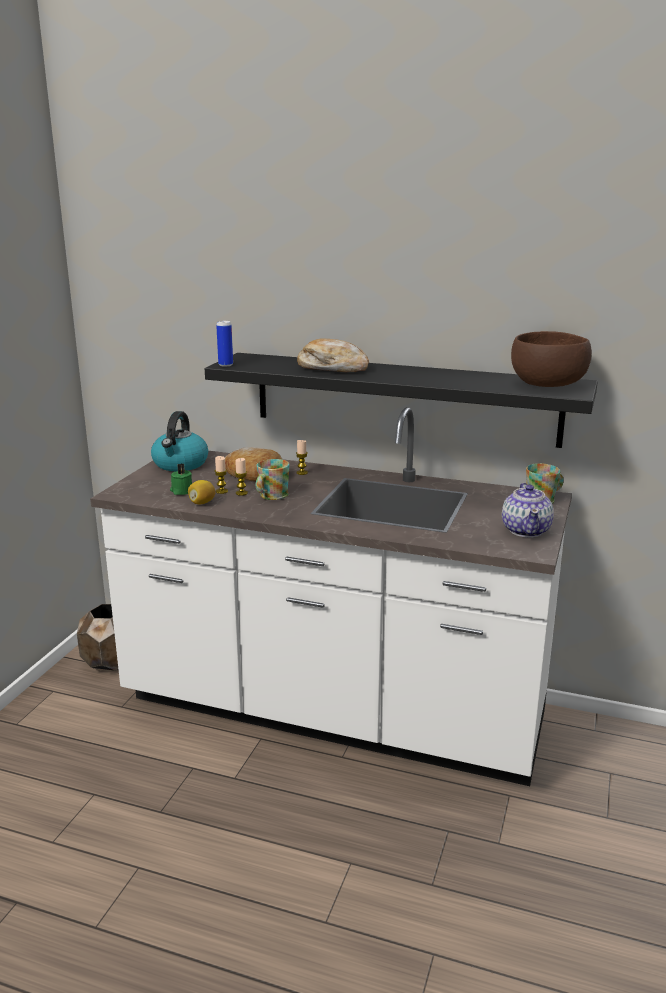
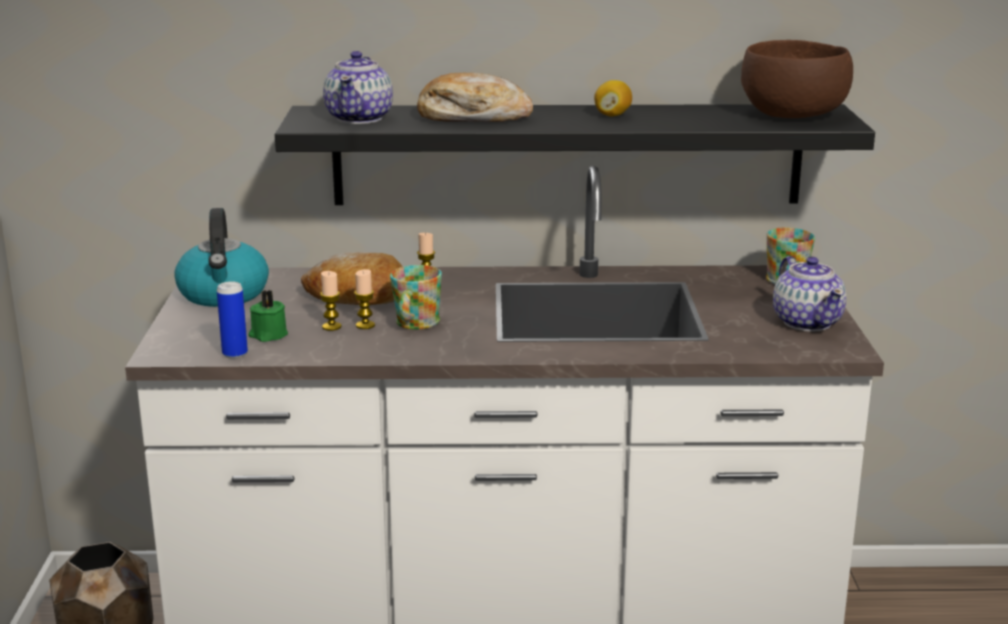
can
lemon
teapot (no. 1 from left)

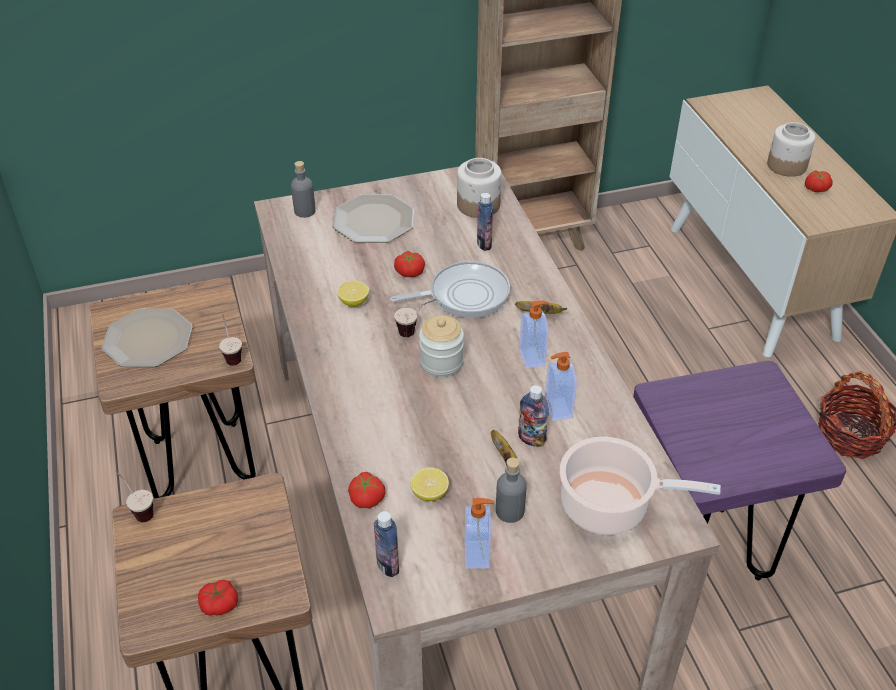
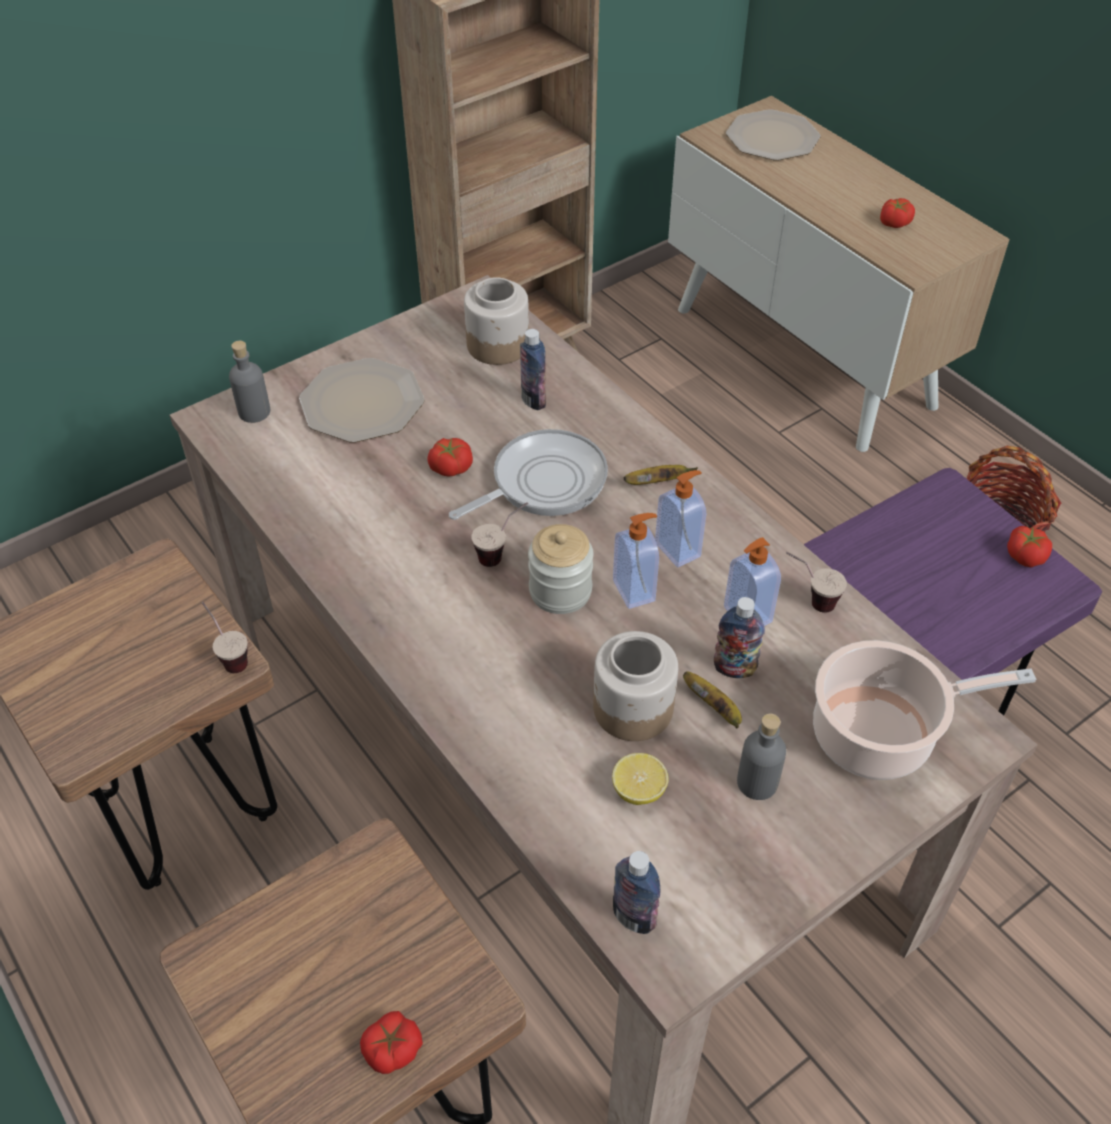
jar (no. 3 from left)
lemon (no. 1 from left in the first image)
plate (no. 2 from left)
cup (no. 3 from left)
tomato (no. 4 from left)
soap dispenser (no. 1 from left)

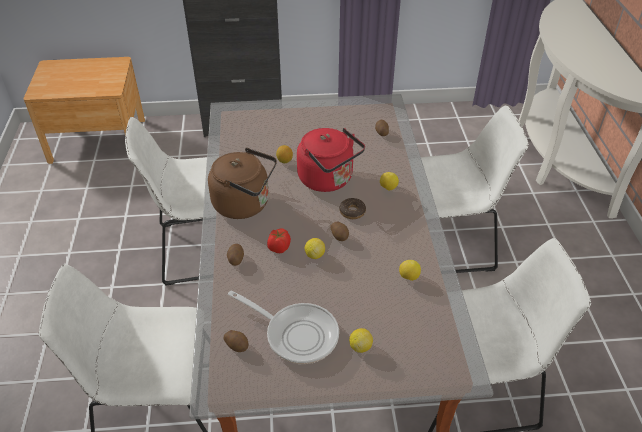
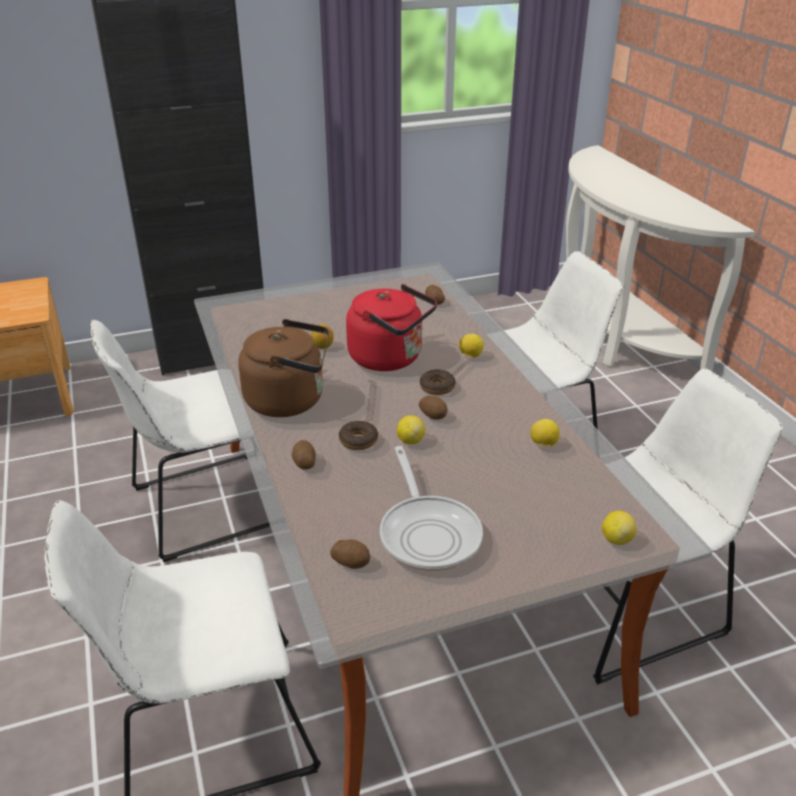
donut (no. 1 from left)
frying pan
lemon (no. 5 from left)

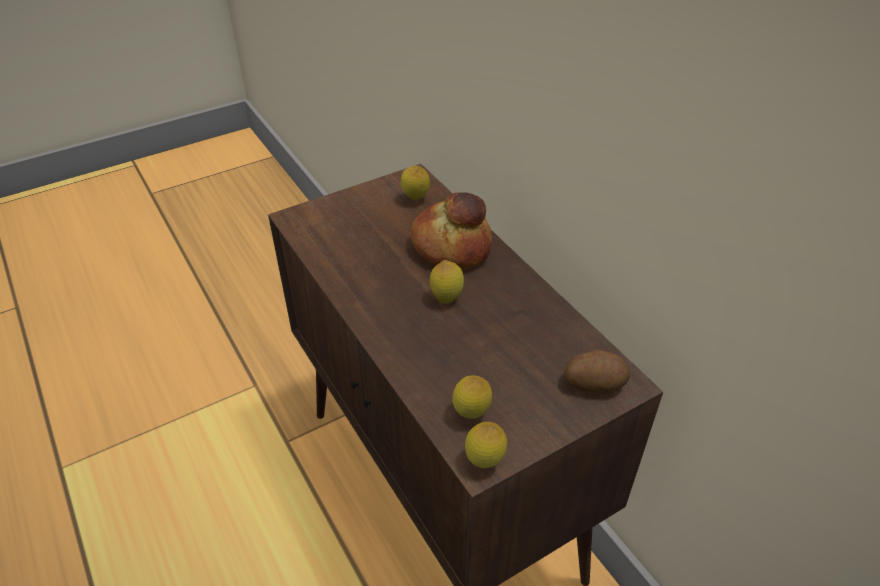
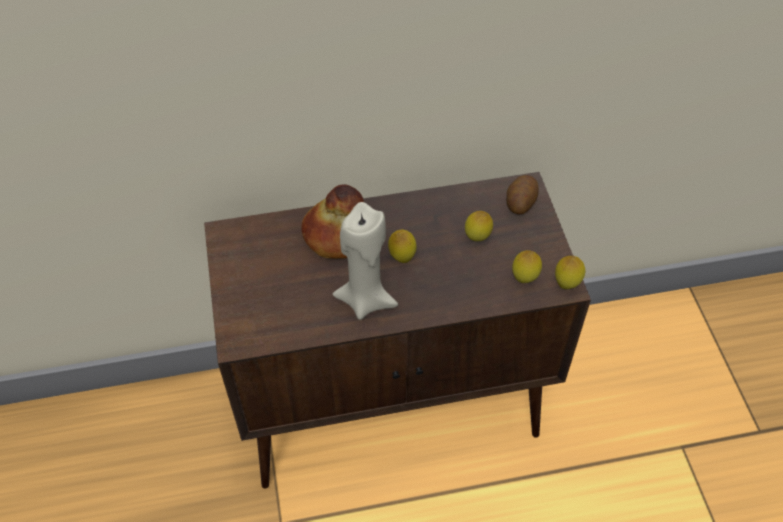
lemon (no. 2 from left)
candle (beige)

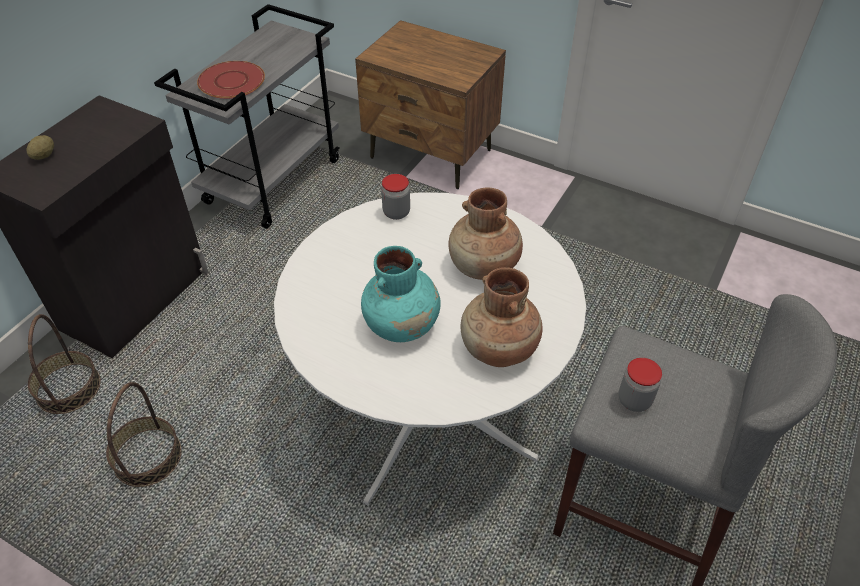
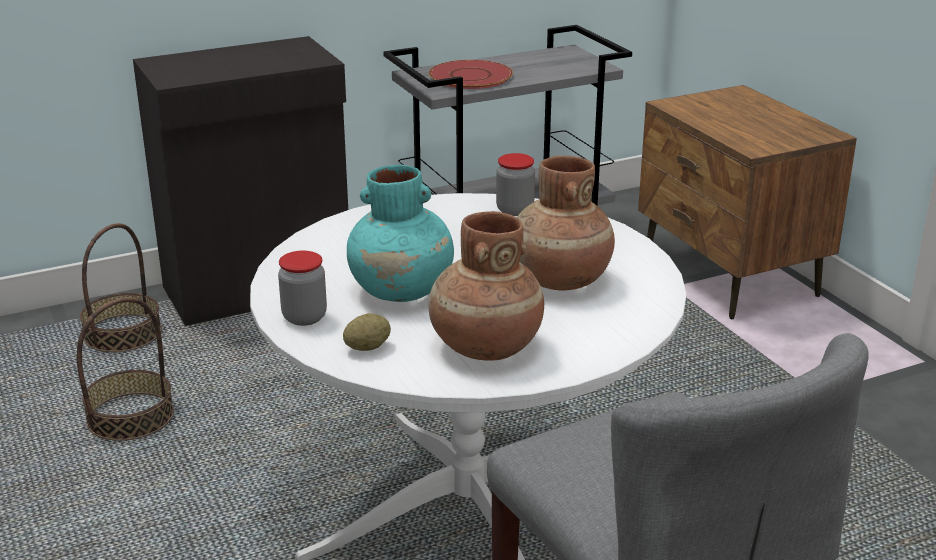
potato
jar (no. 1 from left)

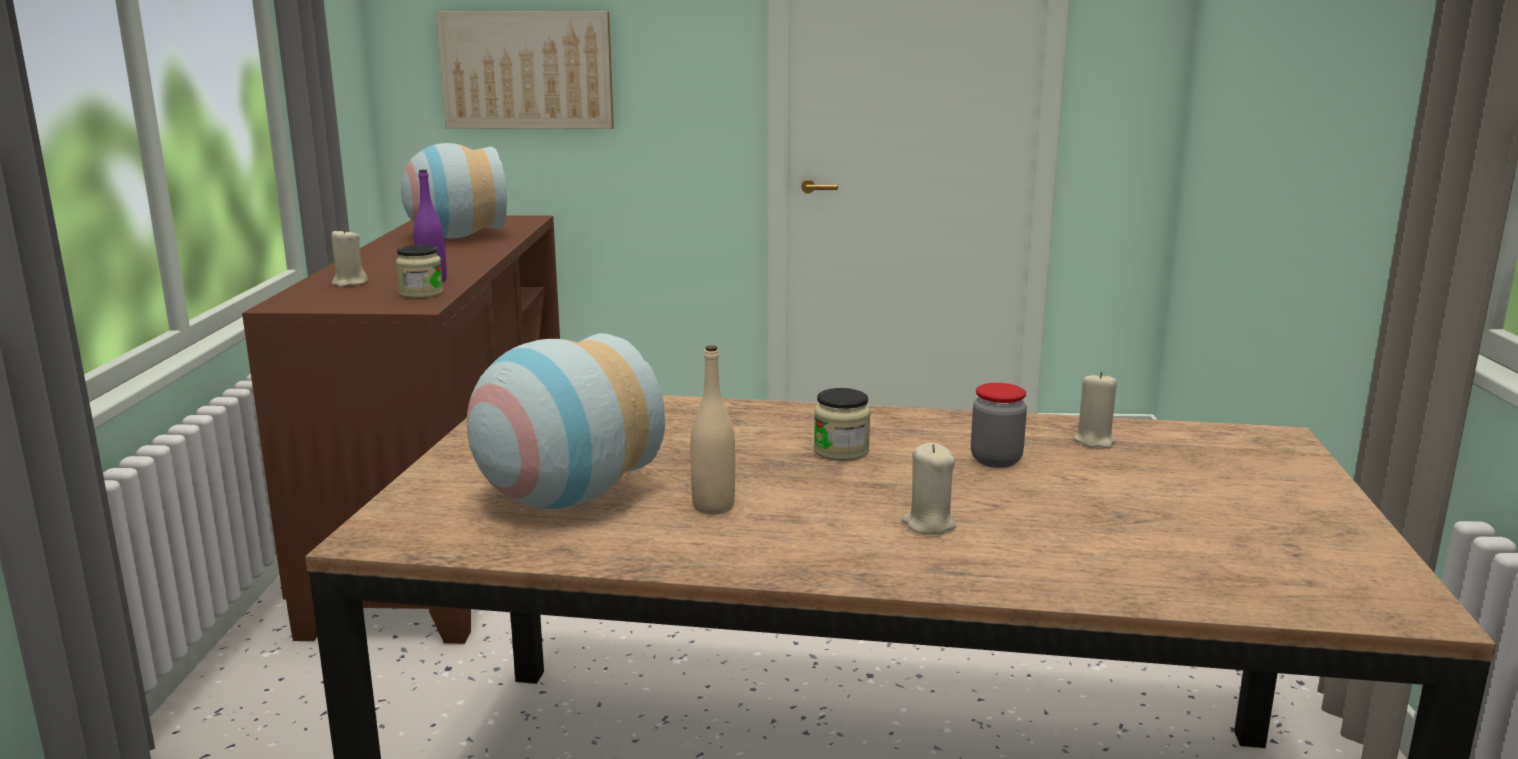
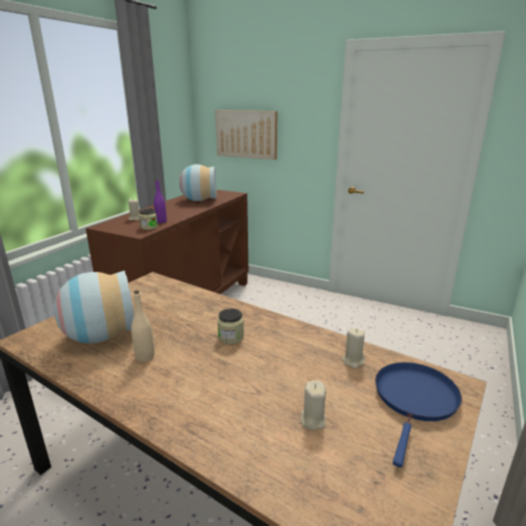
jar (no. 3 from left in the first image)
candle (beige) (no. 2 from left)
frying pan (blue)

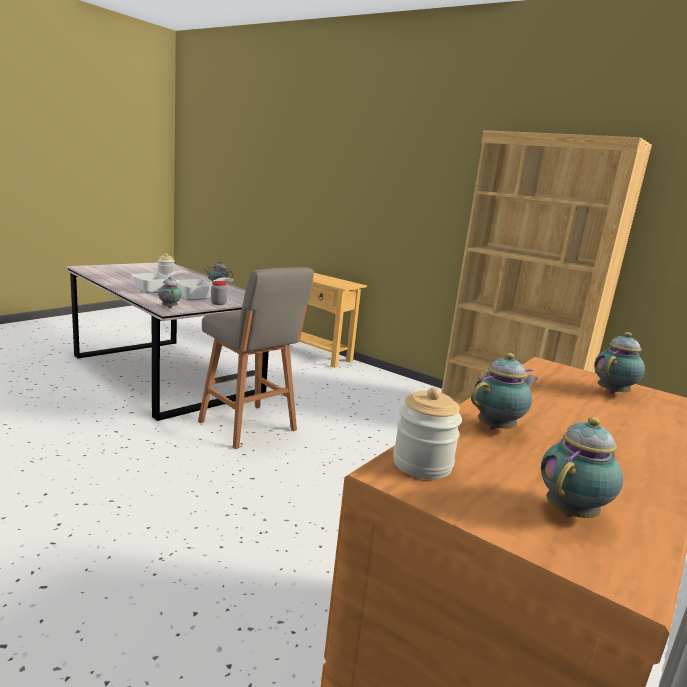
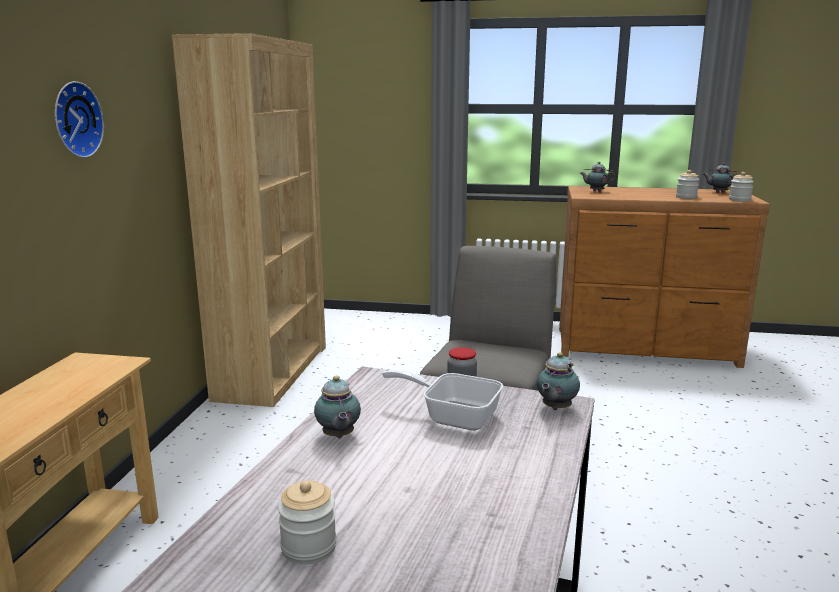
frying pan (no. 1 from left in the first image)
jar (no. 3 from left)
wall clock

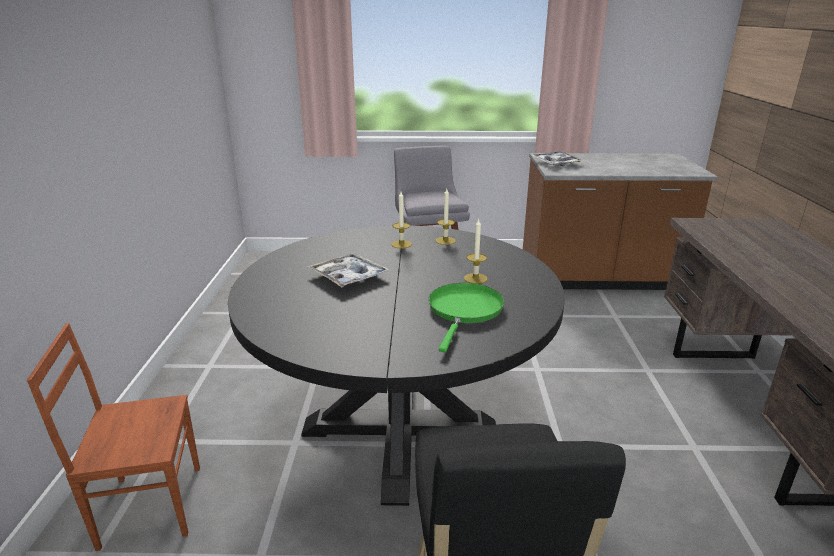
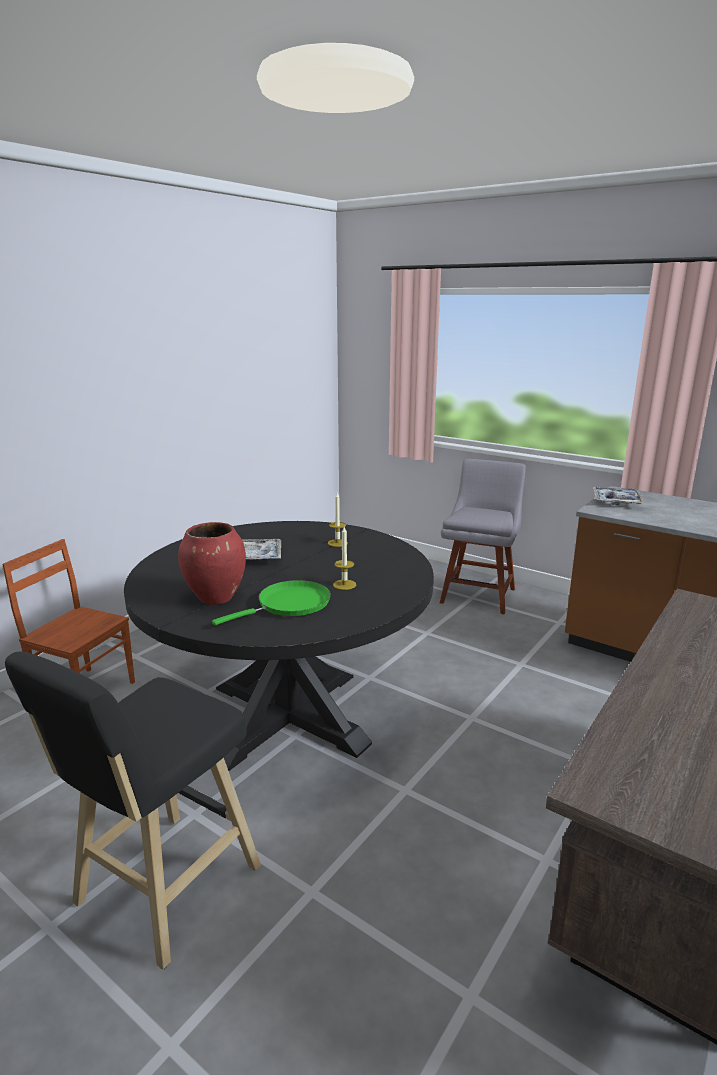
candle (no. 2 from left in the first image)
vase (red)

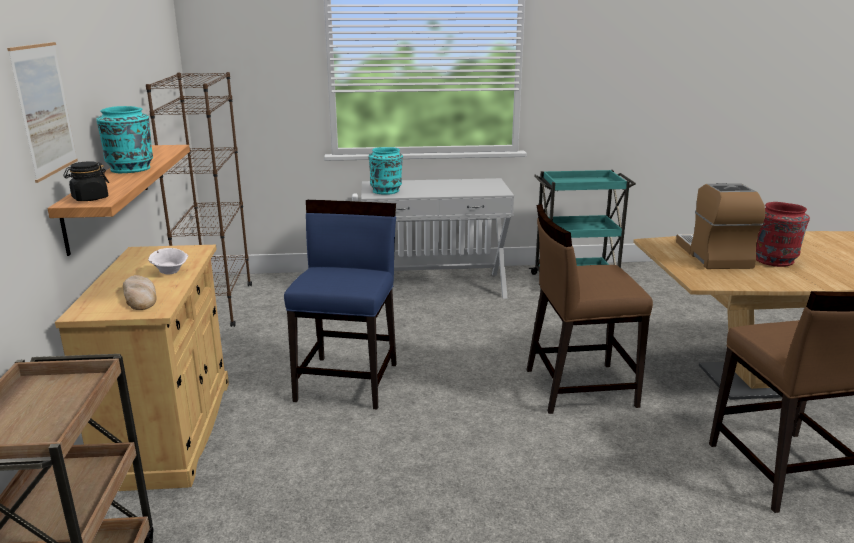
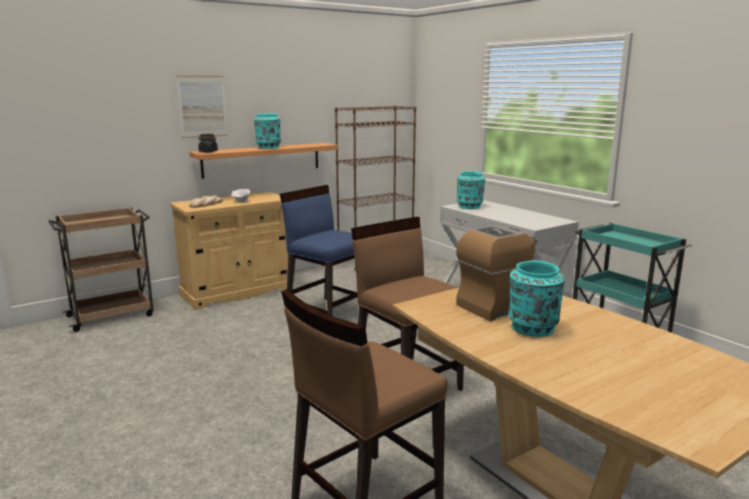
chair (blue)
vase (turquoise) (no. 3 from left)

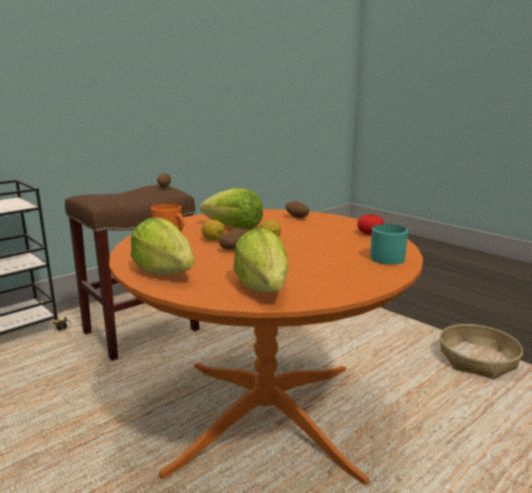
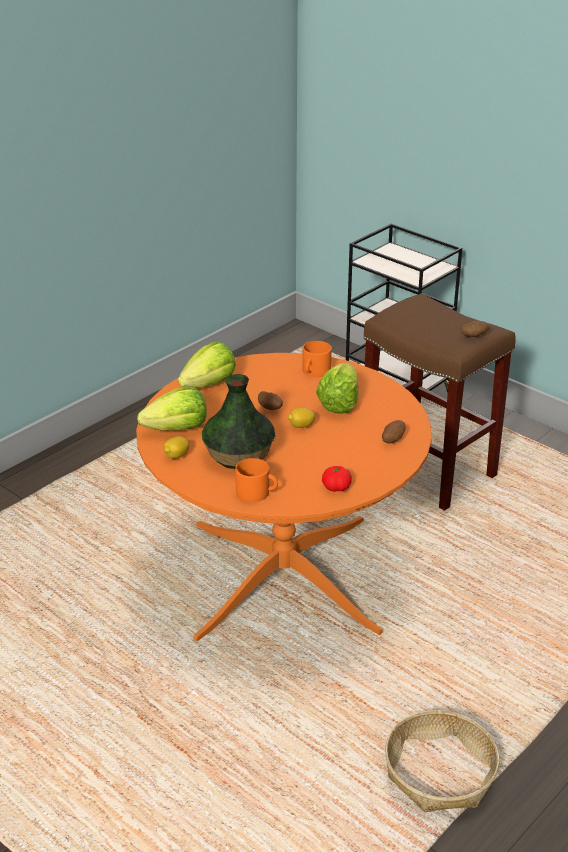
lemon (no. 1 from left)
mug (orange) (no. 1 from left)
vase

